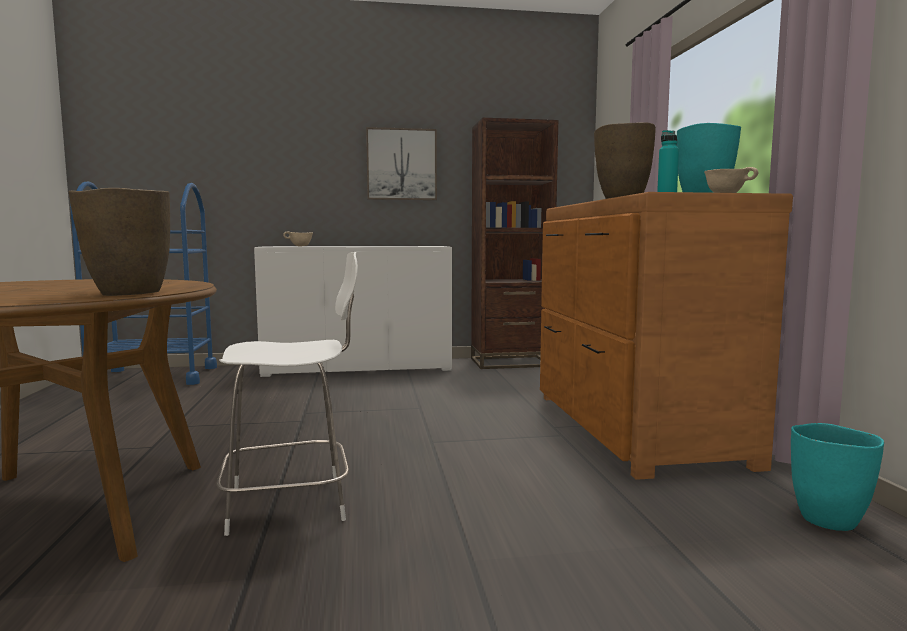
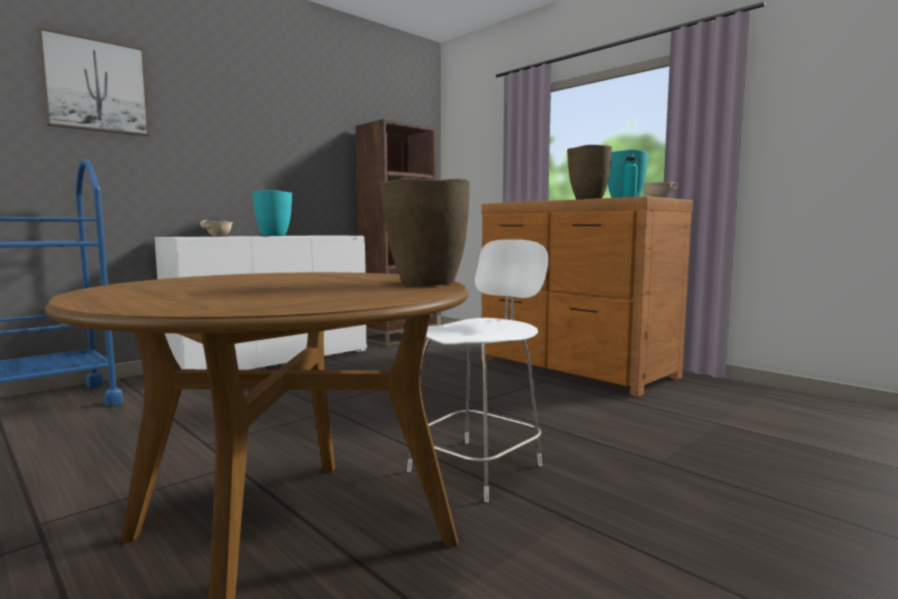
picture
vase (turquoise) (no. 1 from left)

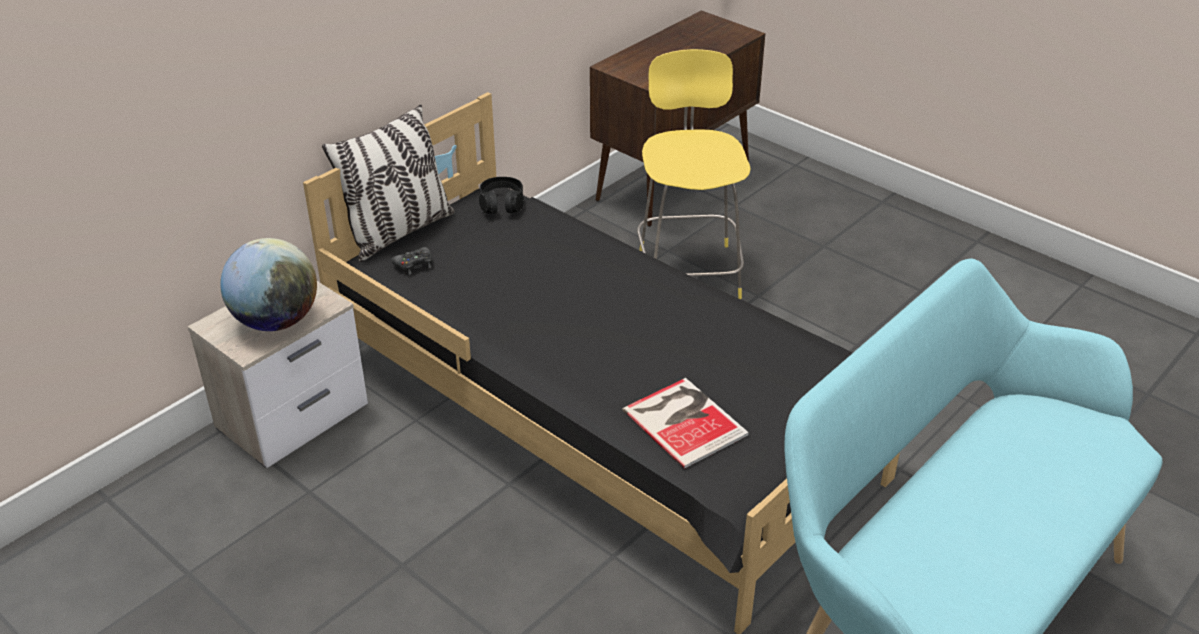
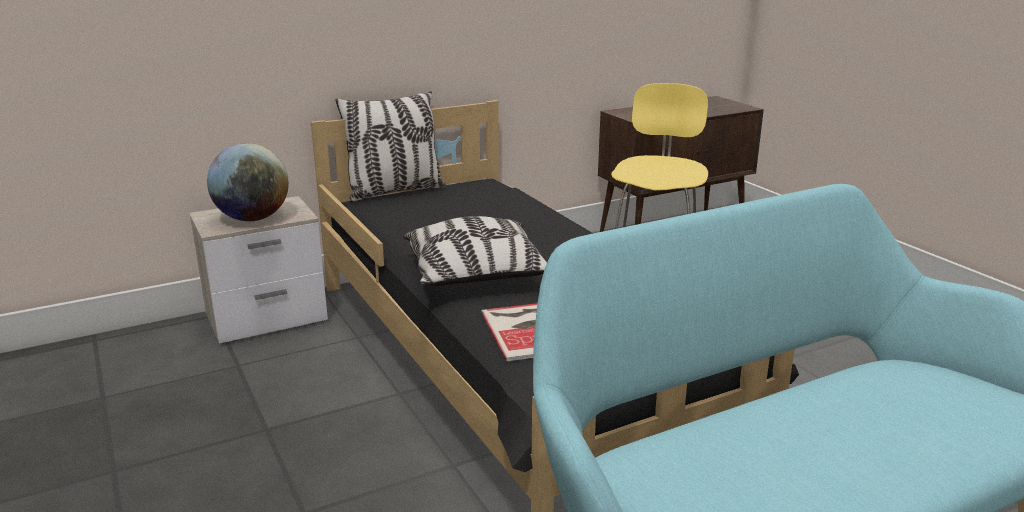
headphones (black)
game controller (black)
pillow (no. 2 from left)

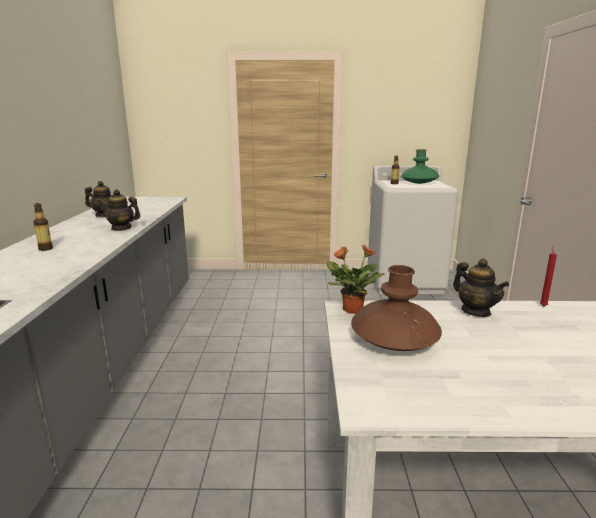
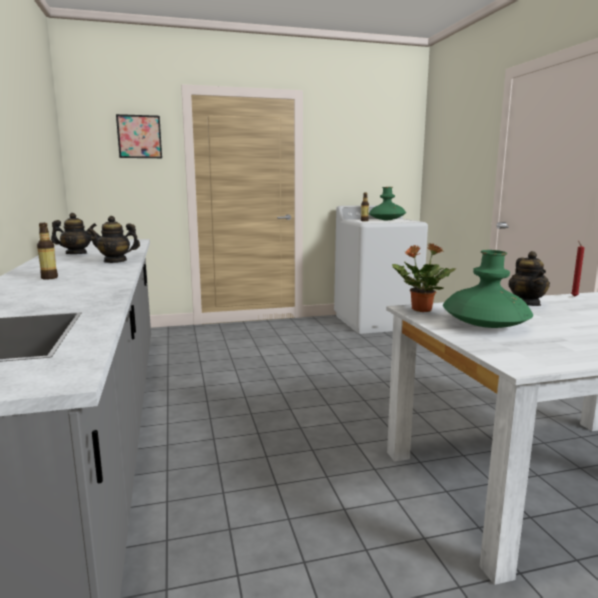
teapot (no. 3 from left)
vase (green) (no. 2 from left)
picture

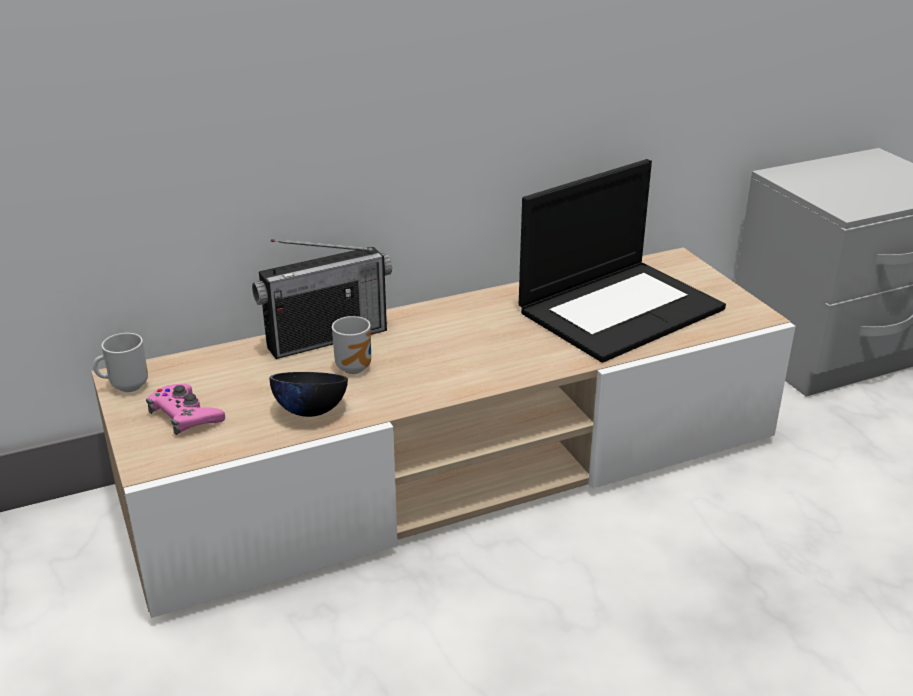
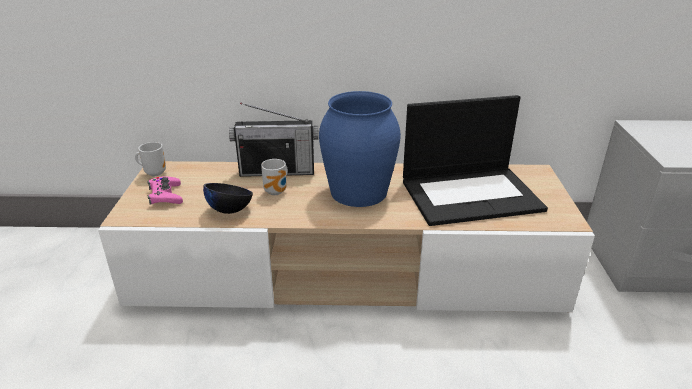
vase (blue)

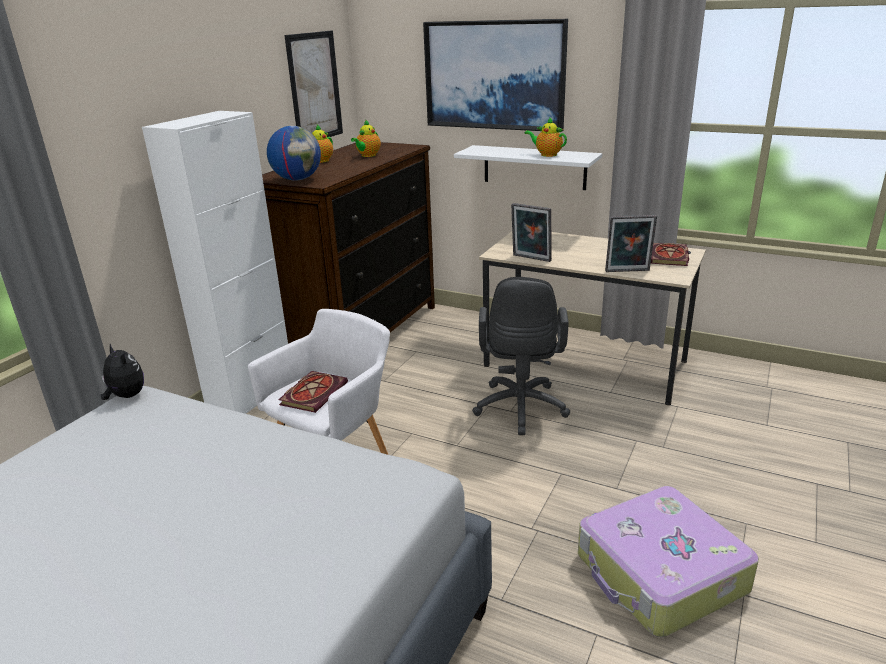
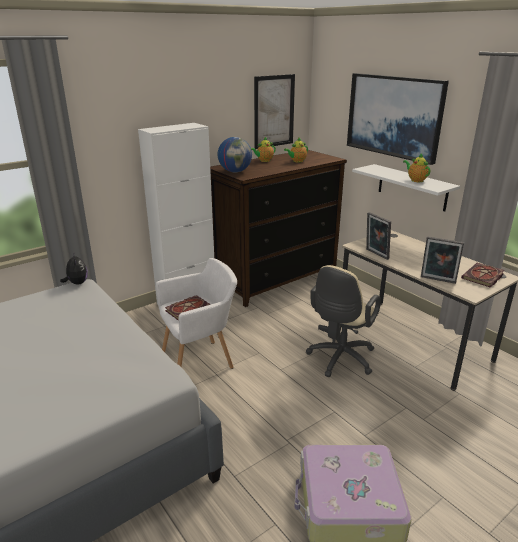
office chair (beige)

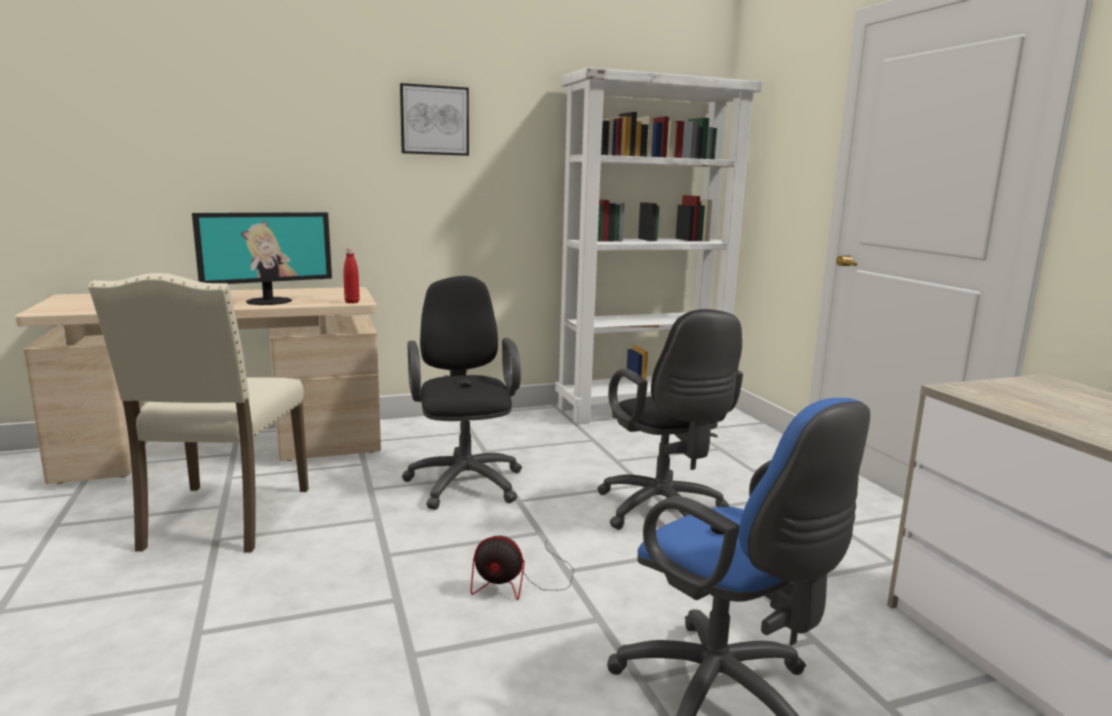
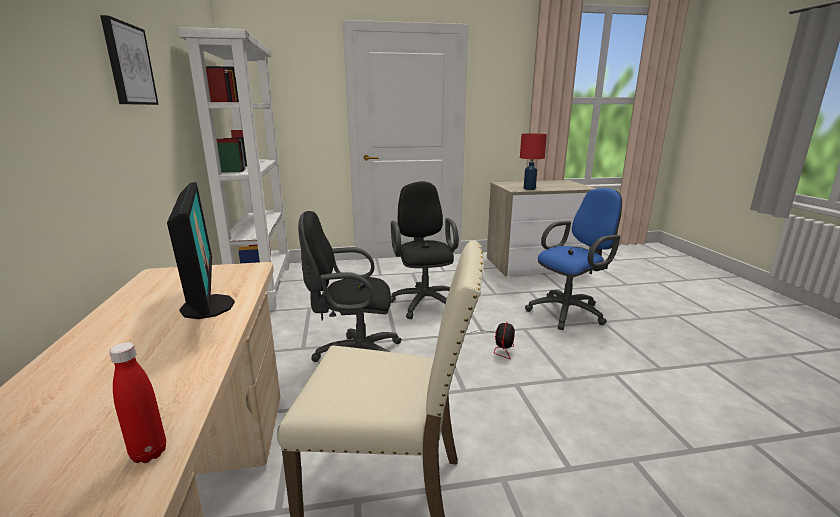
bottle (red)
office chair (black) (no. 2 from left)
table lamp (red)

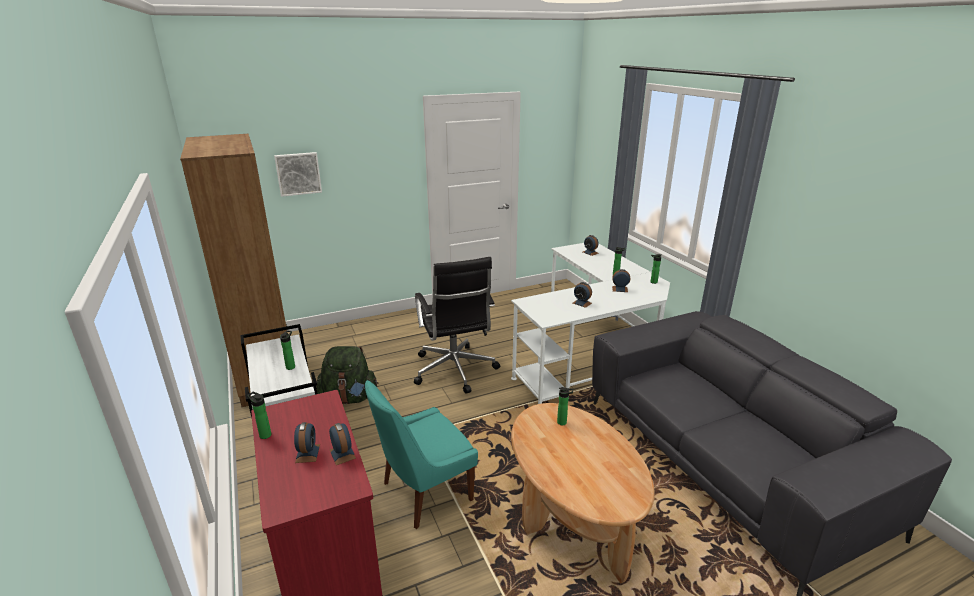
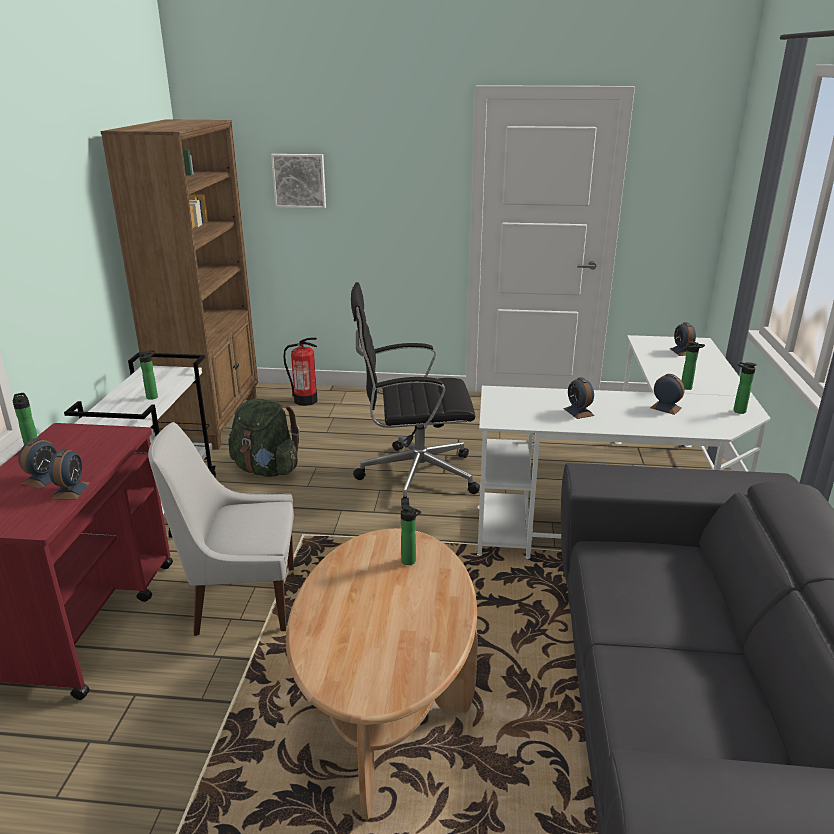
office chair (black)
chair (white)
fire extinguisher

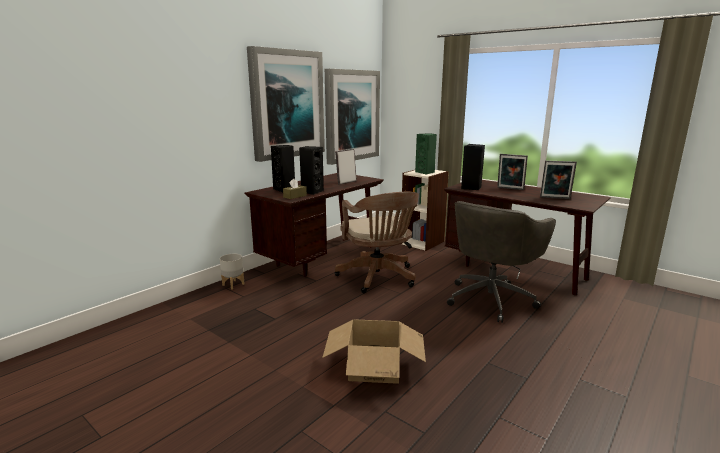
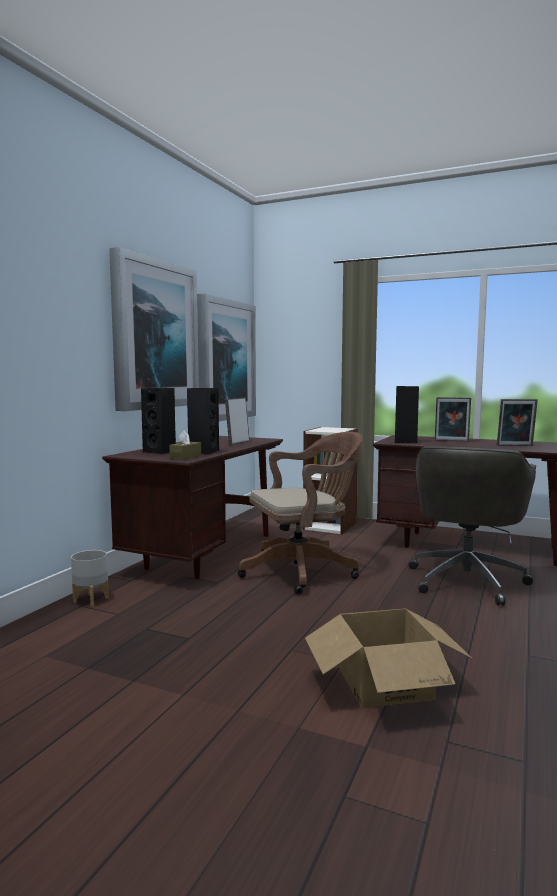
speaker (green)
office chair (brown)

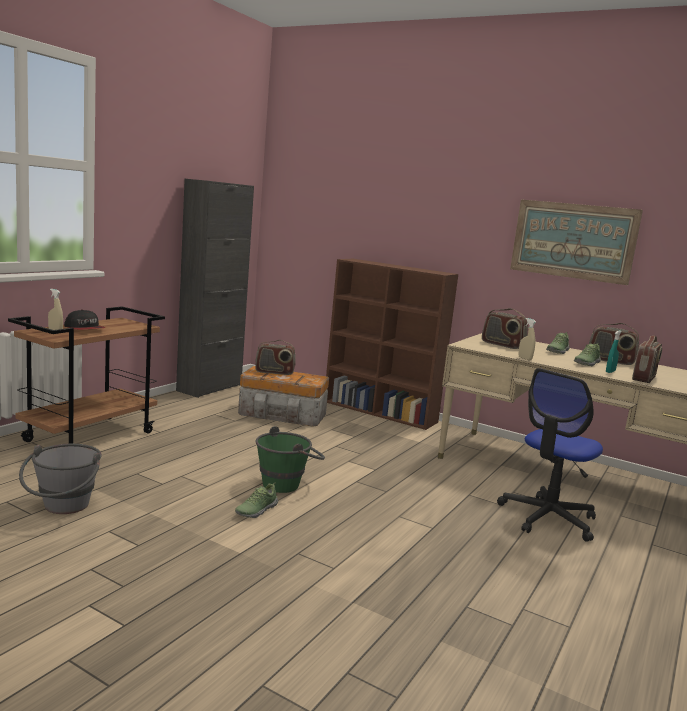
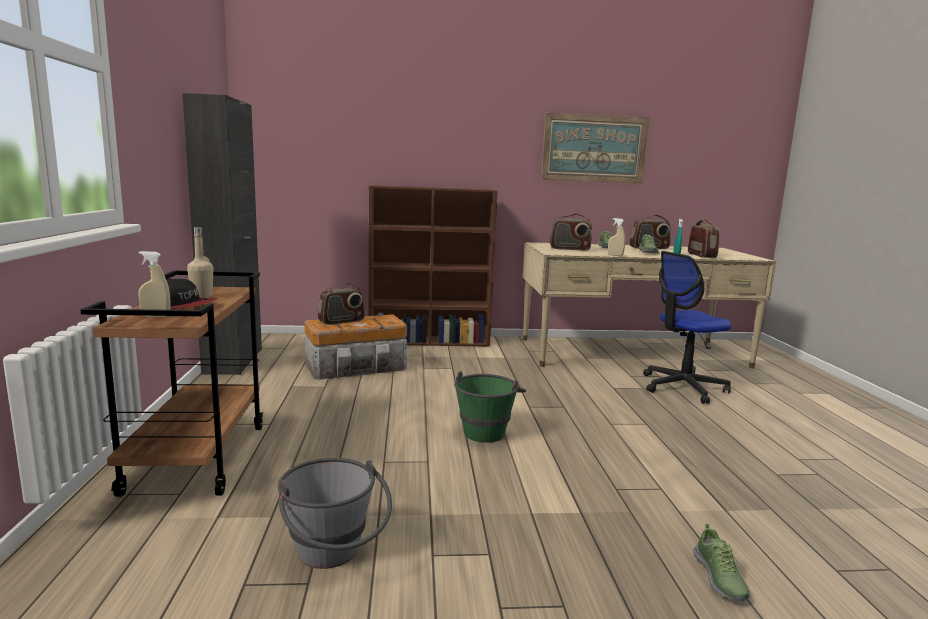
office chair
shoe (no. 3 from left)
bottle (beige)

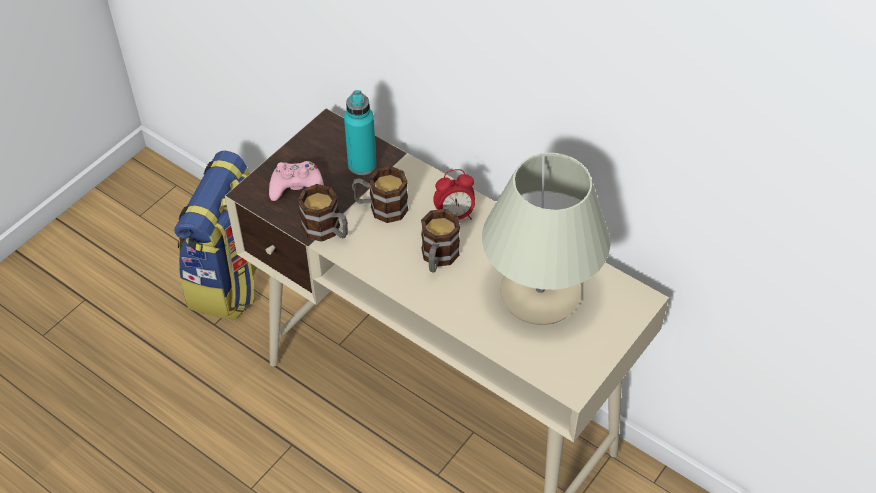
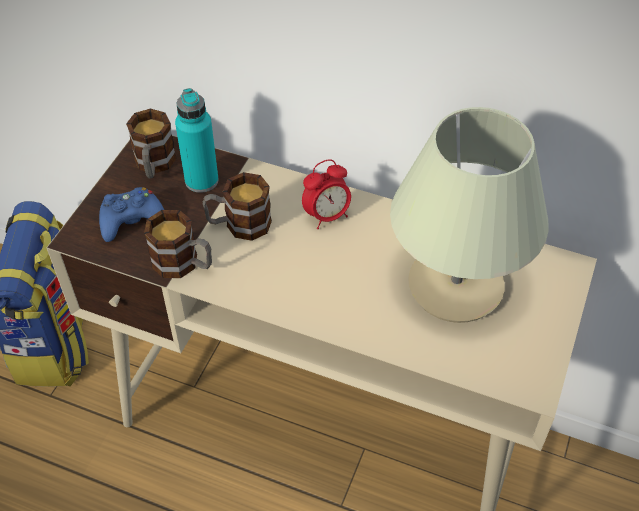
game controller (blue)
mug (no. 1 from left)

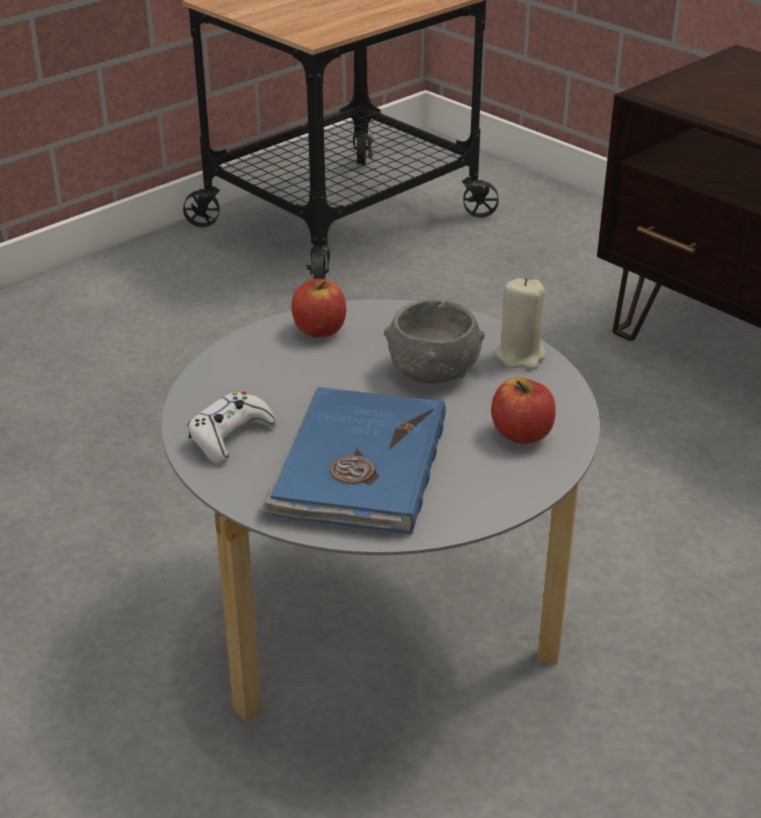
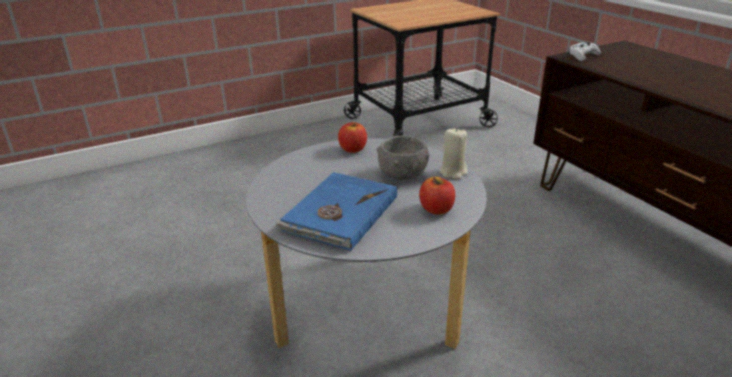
game controller (white)

